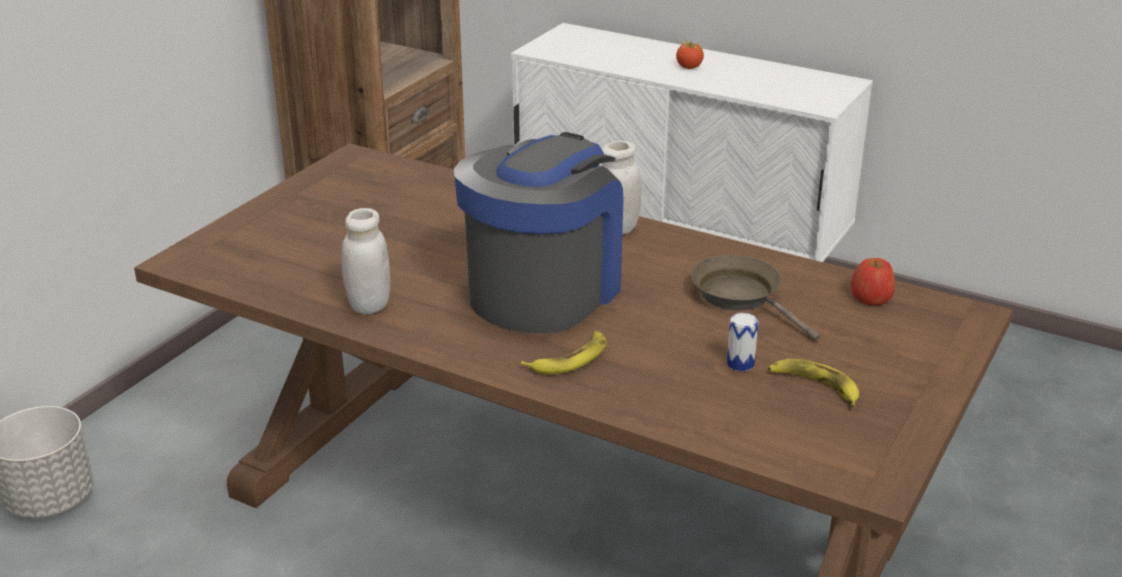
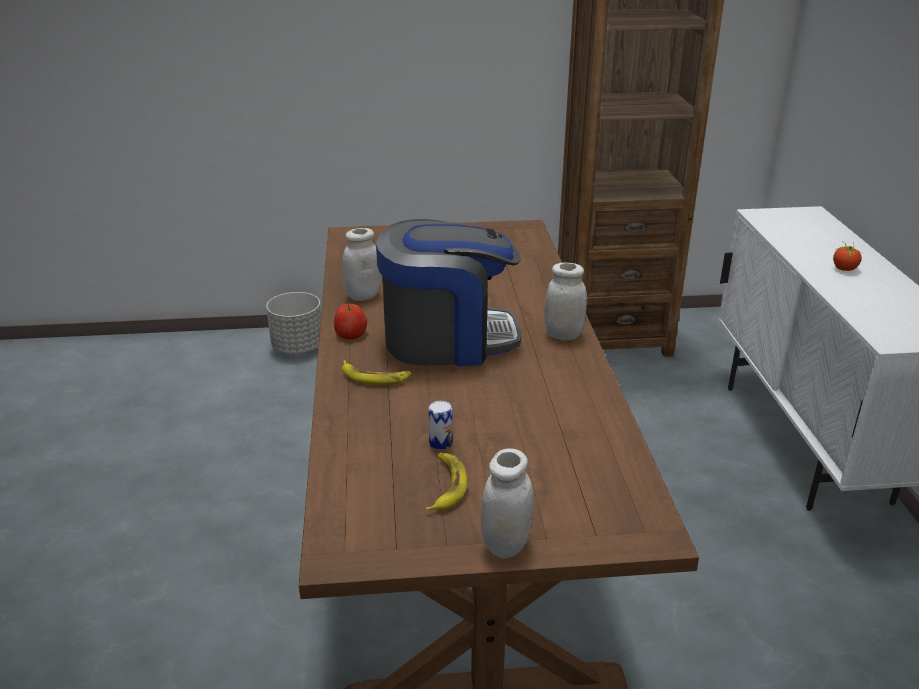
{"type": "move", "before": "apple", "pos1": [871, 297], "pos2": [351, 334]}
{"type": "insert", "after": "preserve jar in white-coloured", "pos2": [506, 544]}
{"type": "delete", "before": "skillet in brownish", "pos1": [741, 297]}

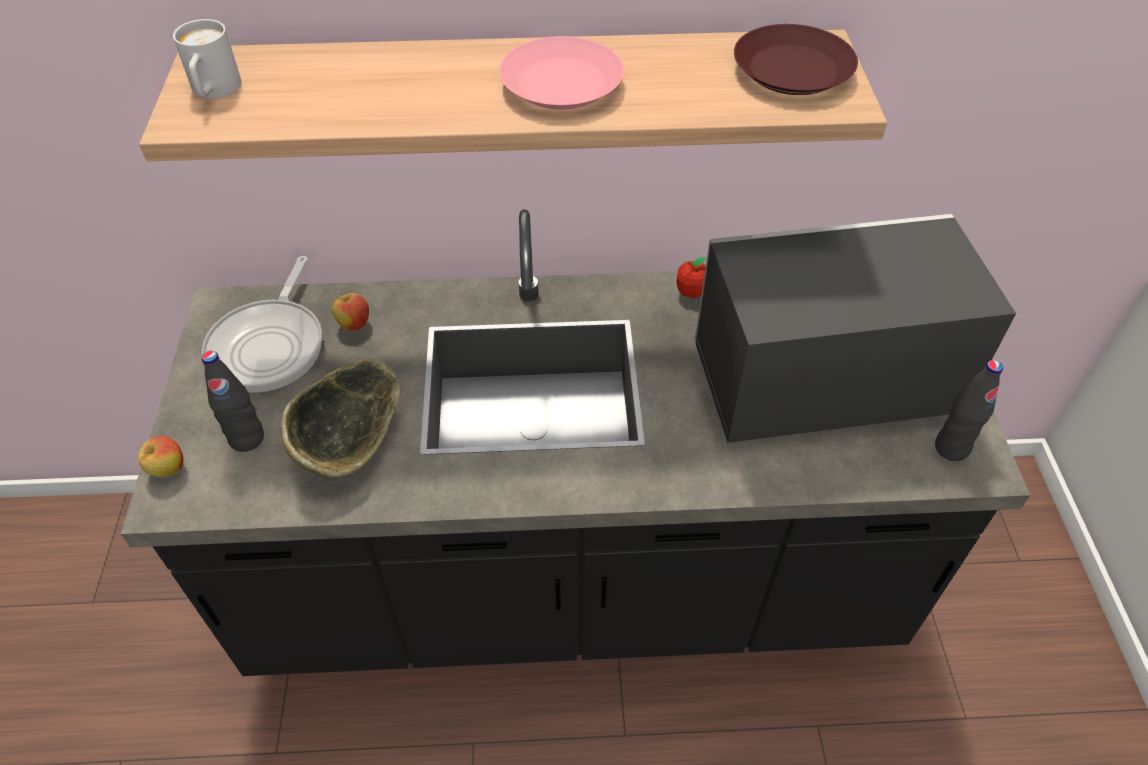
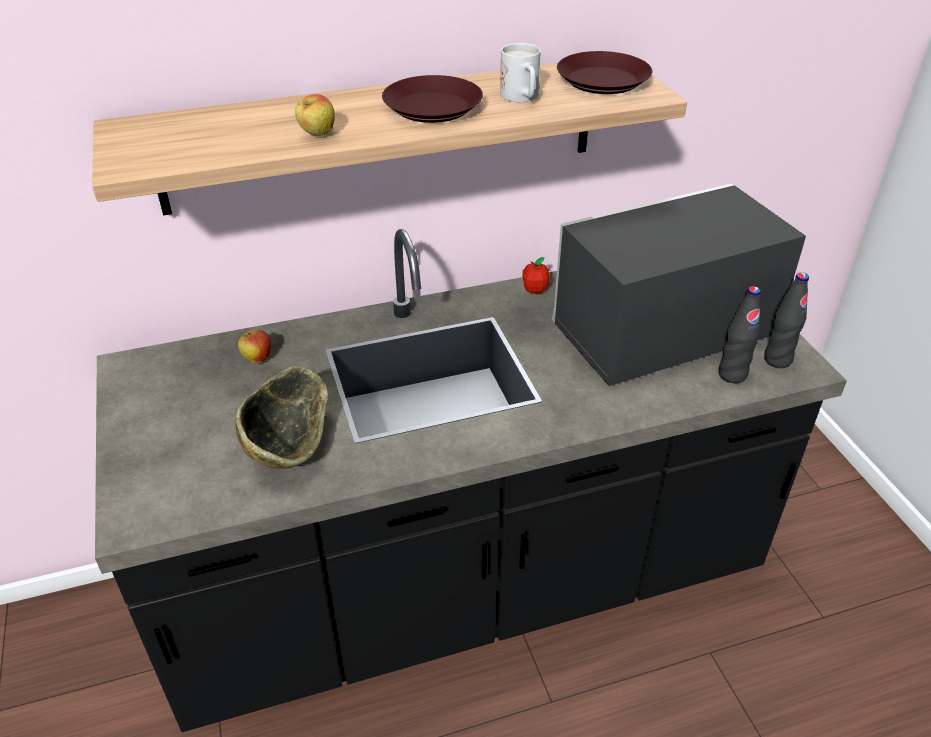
{"type": "move", "before": "apple", "pos1": [168, 470], "pos2": [317, 135]}
{"type": "recolor", "before": "plate in pink", "after": "plate in brownish", "pos1": [560, 85], "pos2": [432, 108]}
{"type": "move", "before": "coffee mug in white-coloured", "pos1": [214, 91], "pos2": [522, 98]}
{"type": "move", "before": "bottle in black", "pos1": [247, 438], "pos2": [732, 374]}
{"type": "delete", "before": "skillet", "pos1": [270, 345]}

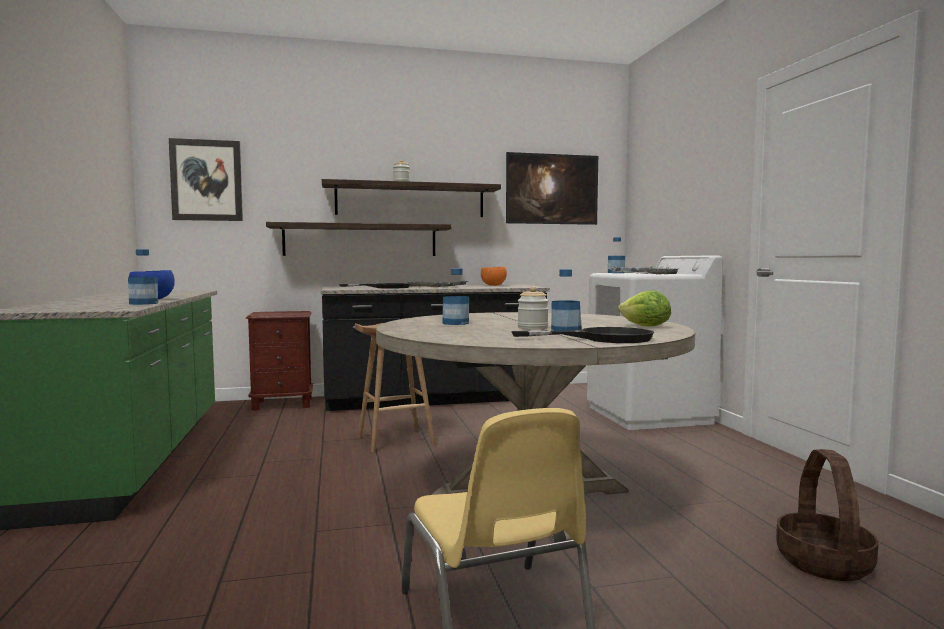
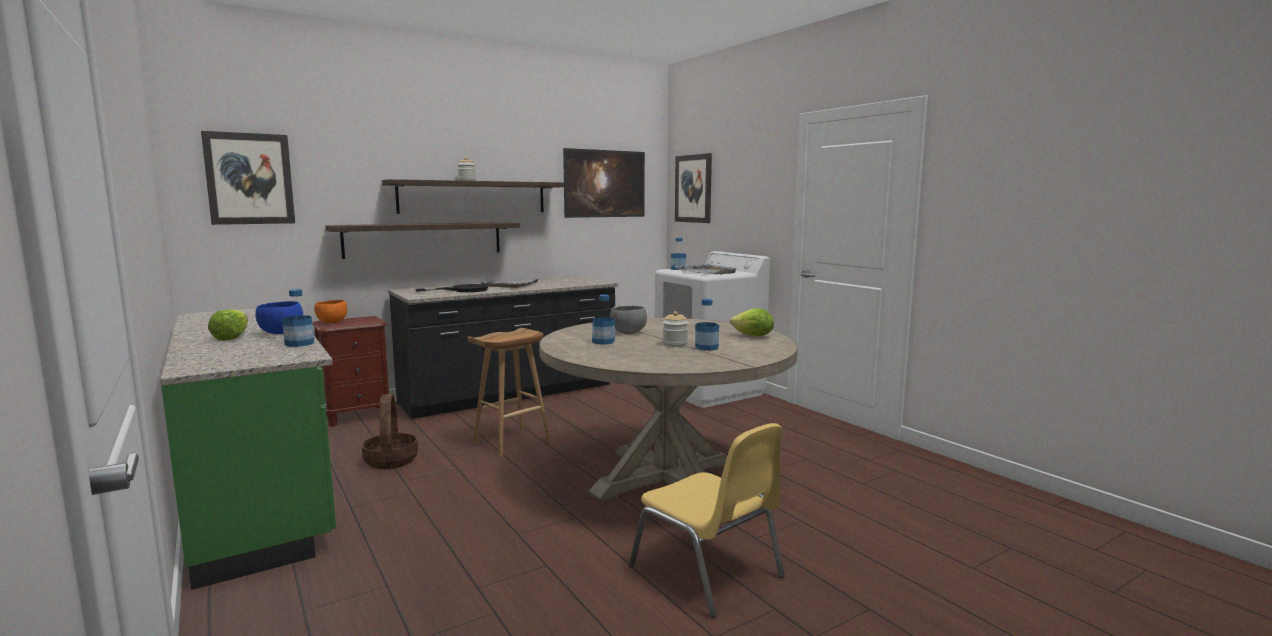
{"type": "insert", "after": "lettuce", "pos2": [231, 337]}
{"type": "move", "before": "serving bowl in orange", "pos1": [493, 285], "pos2": [332, 322]}
{"type": "move", "before": "storage basket", "pos1": [823, 562], "pos2": [390, 460]}
{"type": "insert", "after": "serving bowl in grey", "pos2": [628, 333]}
{"type": "insert", "after": "wall art", "pos2": [693, 188]}
{"type": "delete", "before": "skillet in black", "pos1": [602, 338]}

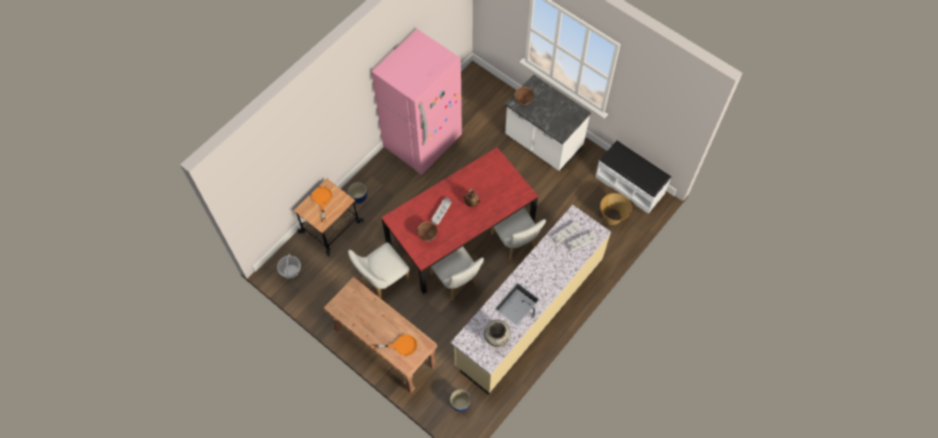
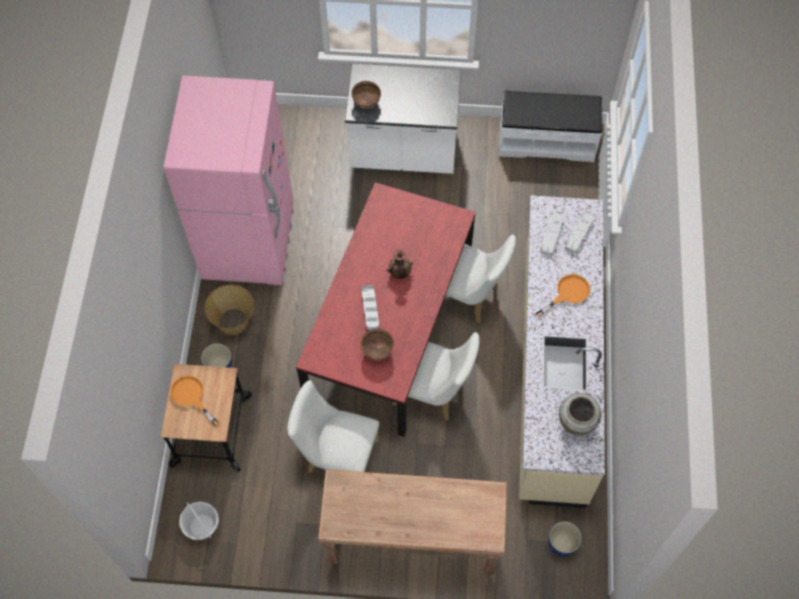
{"type": "move", "before": "storage basket", "pos1": [612, 216], "pos2": [234, 321]}
{"type": "rotate", "before": "plain chair in white-coloured", "pos1": [382, 281], "pos2": [337, 455], "turn": 90}
{"type": "move", "before": "skillet in orange", "pos1": [401, 346], "pos2": [568, 293]}

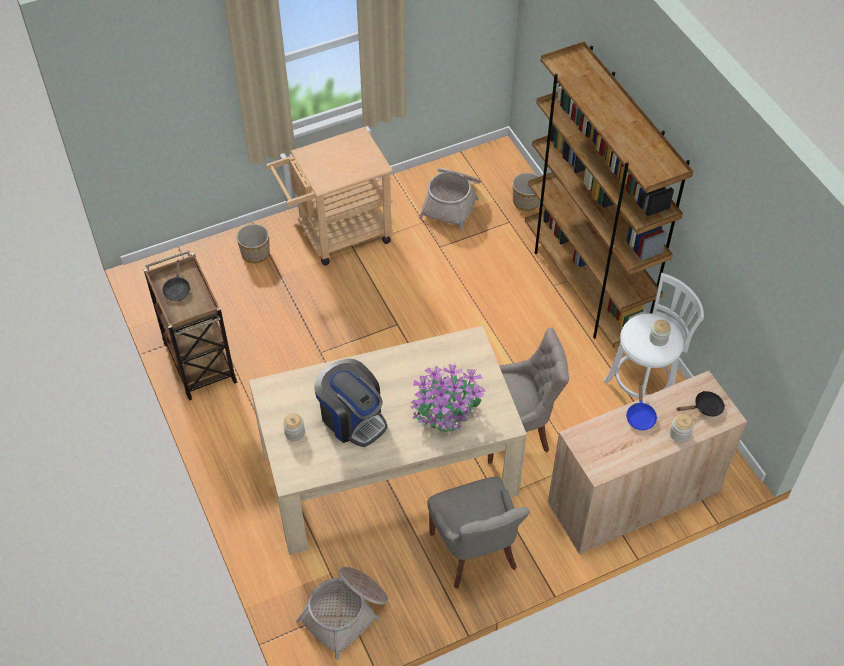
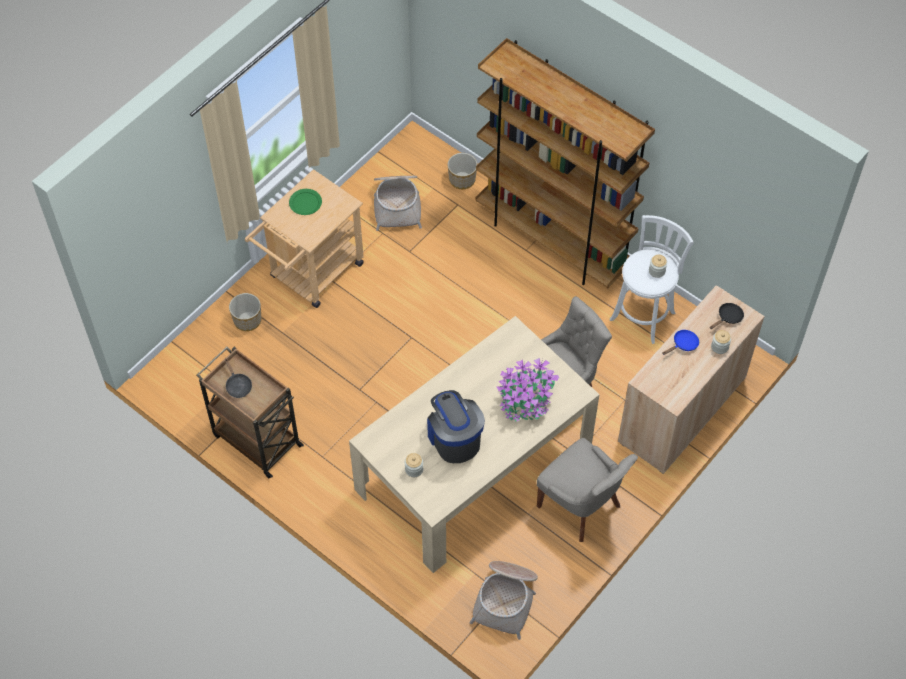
{"type": "insert", "after": "plate in greenish", "pos2": [305, 203]}
{"type": "rotate", "before": "coffee machine", "pos1": [352, 418], "pos2": [454, 438], "turn": -135}
{"type": "rotate", "before": "skillet in bluish", "pos1": [640, 416], "pos2": [683, 344], "turn": -105}

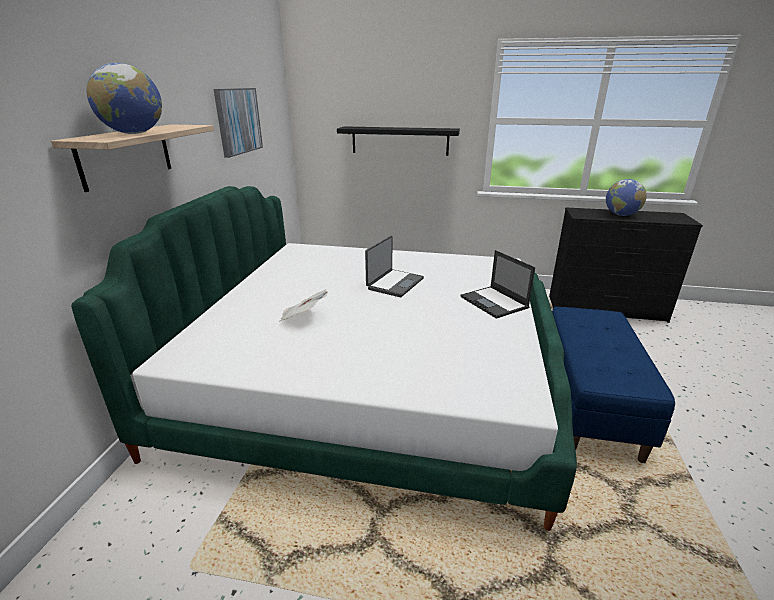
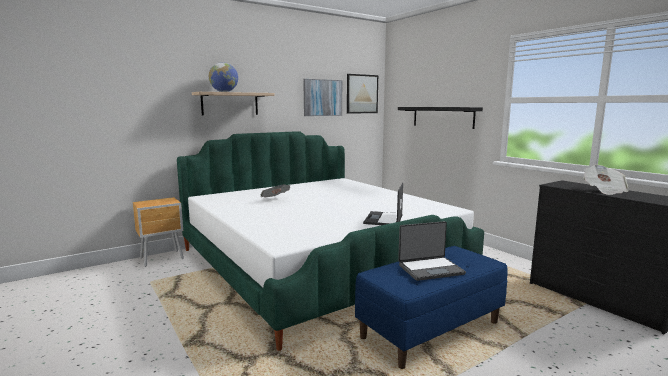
{"type": "insert", "after": "nightstand in brownish", "pos2": [163, 258]}
{"type": "insert", "after": "wall art", "pos2": [362, 94]}
{"type": "move", "before": "notebook computer", "pos1": [394, 283], "pos2": [430, 269]}
{"type": "replace", "before": "globe", "after": "newspaper", "pos1": [621, 215], "pos2": [604, 190]}

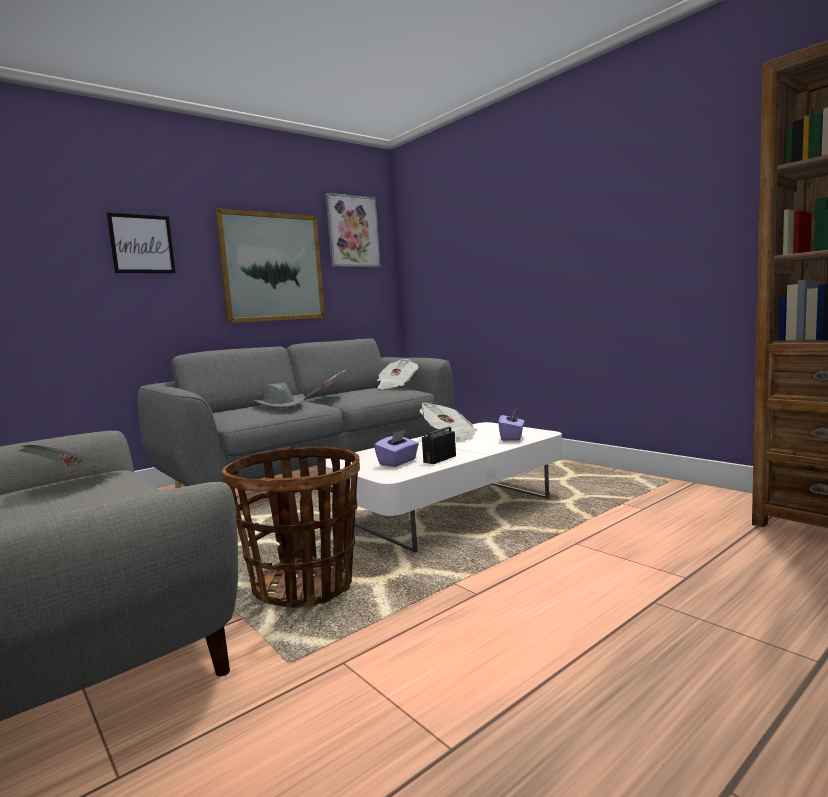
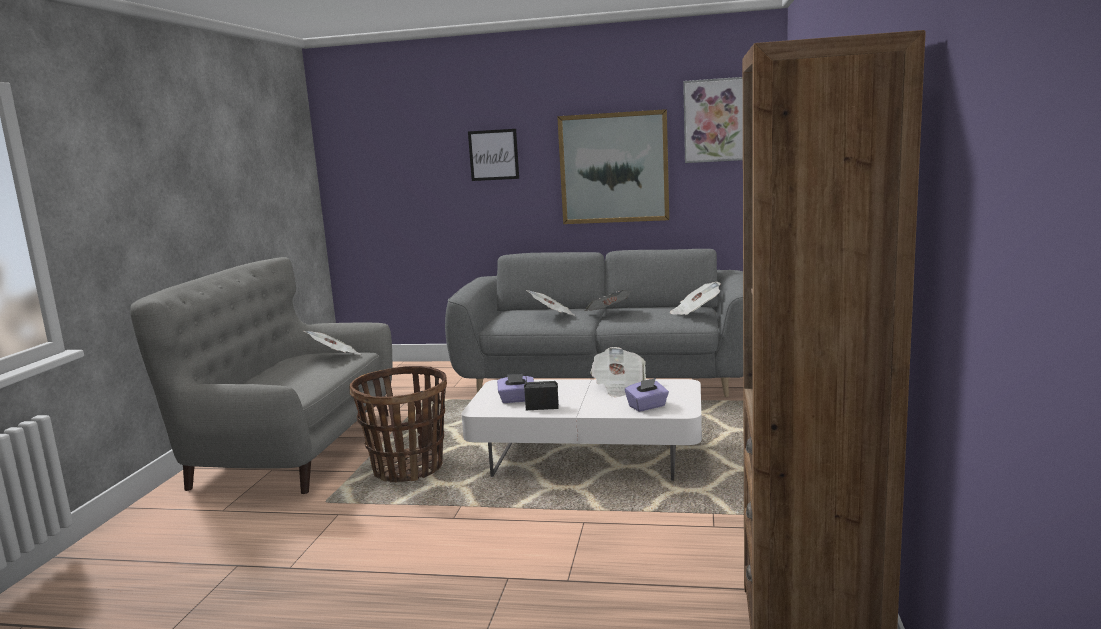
{"type": "replace", "before": "hat in grey", "after": "newspaper", "pos1": [280, 405], "pos2": [552, 315]}

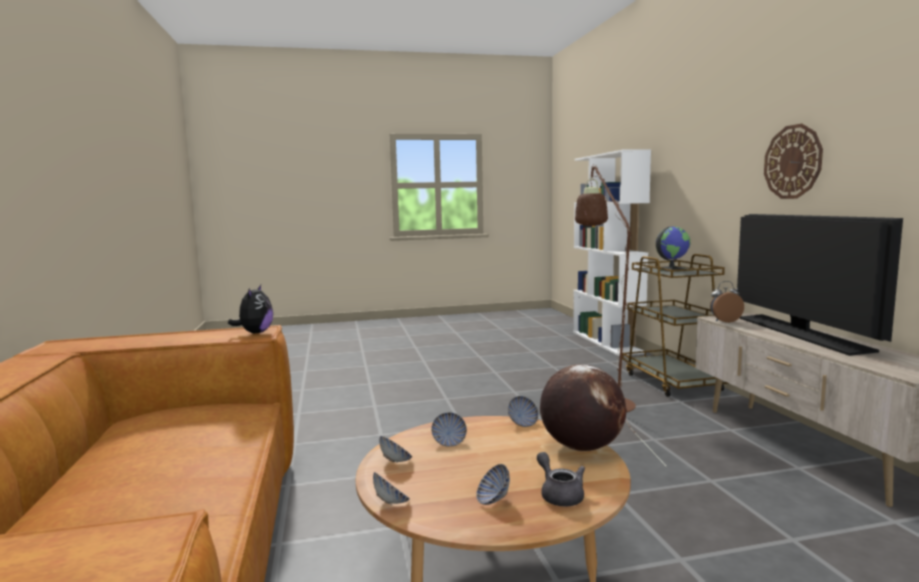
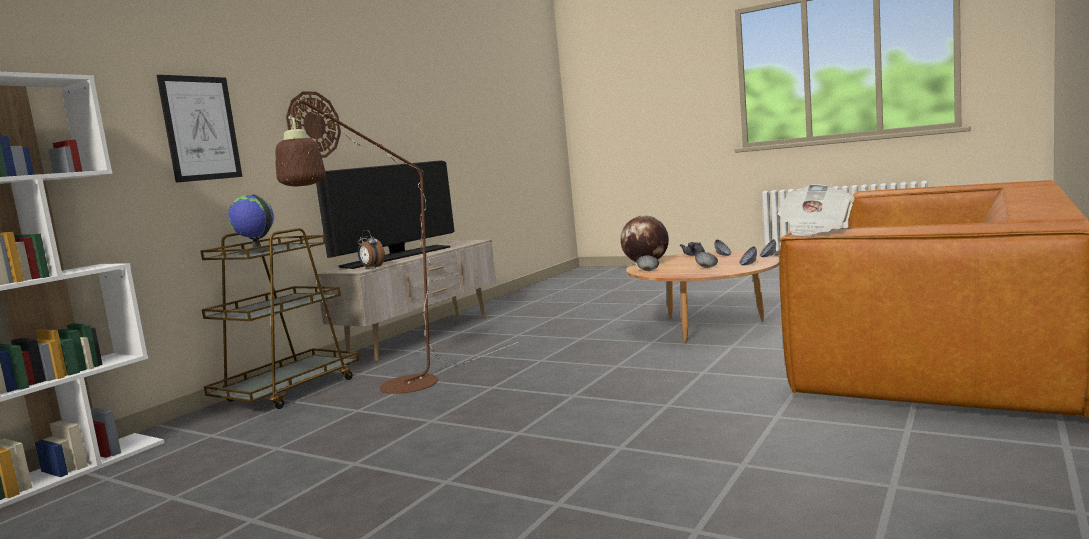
{"type": "insert", "after": "wall art", "pos2": [200, 128]}
{"type": "replace", "before": "soft toy", "after": "newspaper", "pos1": [255, 333], "pos2": [814, 230]}

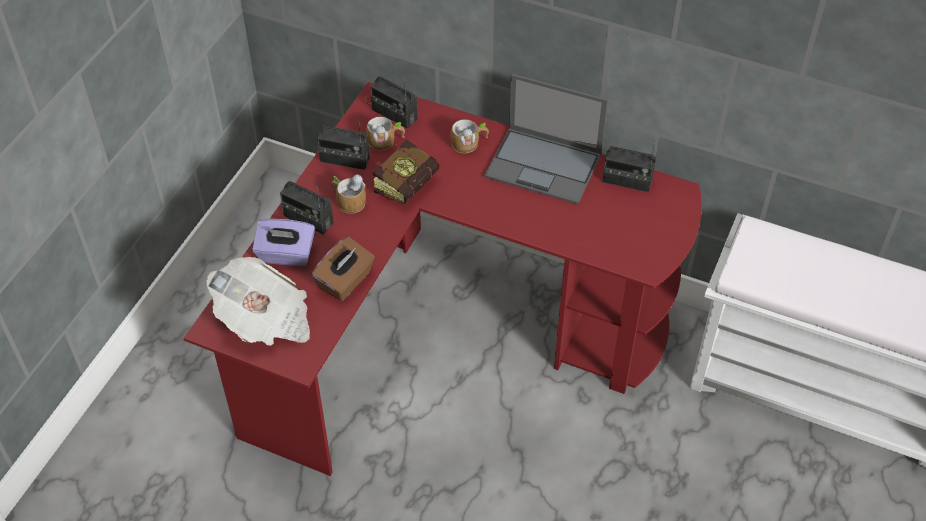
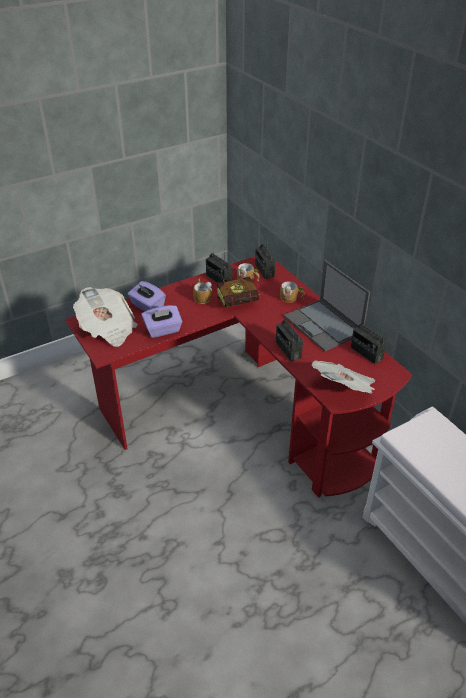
{"type": "recolor", "before": "tissue holder in brownish", "after": "tissue holder in purple", "pos1": [345, 281], "pos2": [163, 330]}
{"type": "move", "before": "radio set", "pos1": [308, 219], "pos2": [288, 350]}
{"type": "insert", "after": "newspaper", "pos2": [344, 389]}

